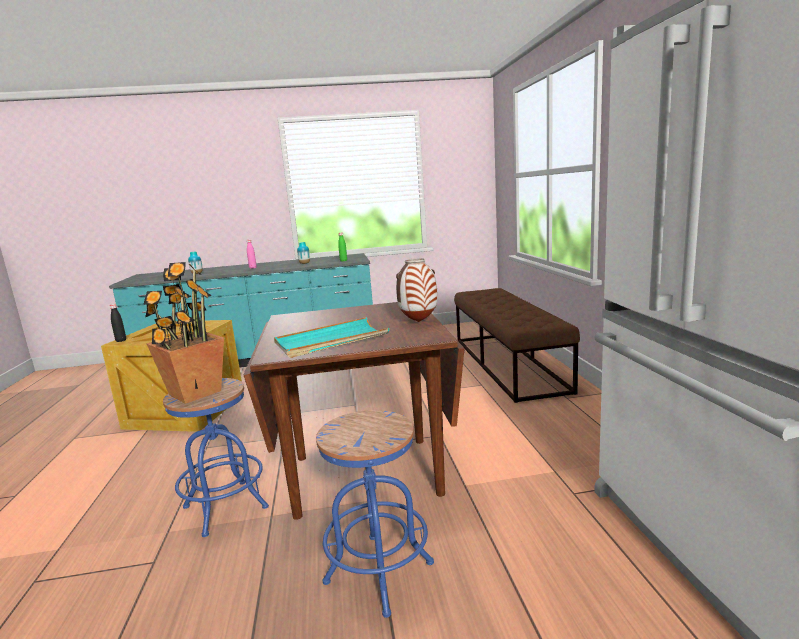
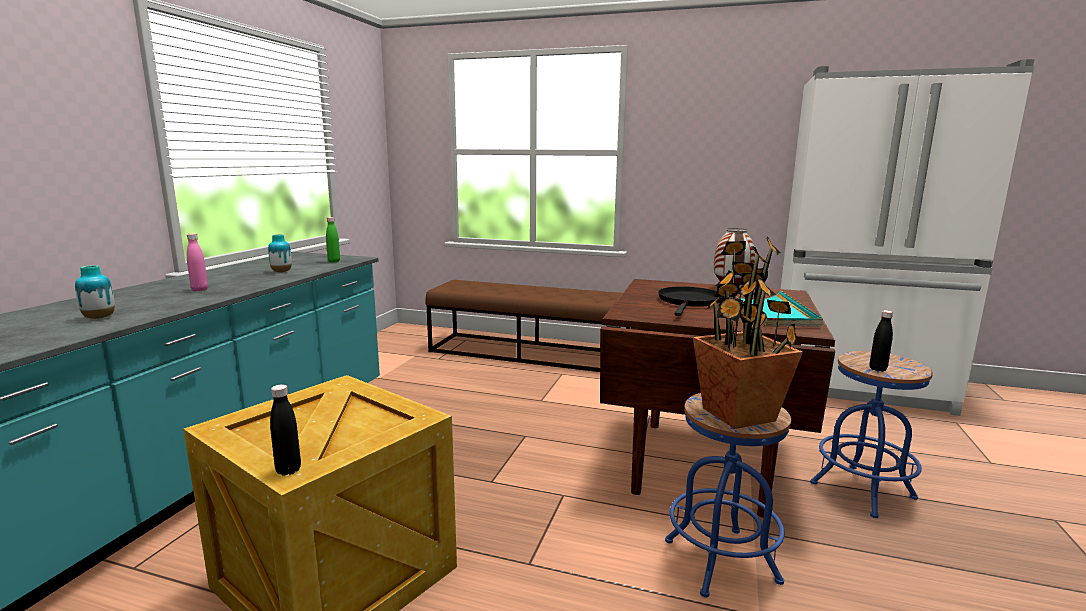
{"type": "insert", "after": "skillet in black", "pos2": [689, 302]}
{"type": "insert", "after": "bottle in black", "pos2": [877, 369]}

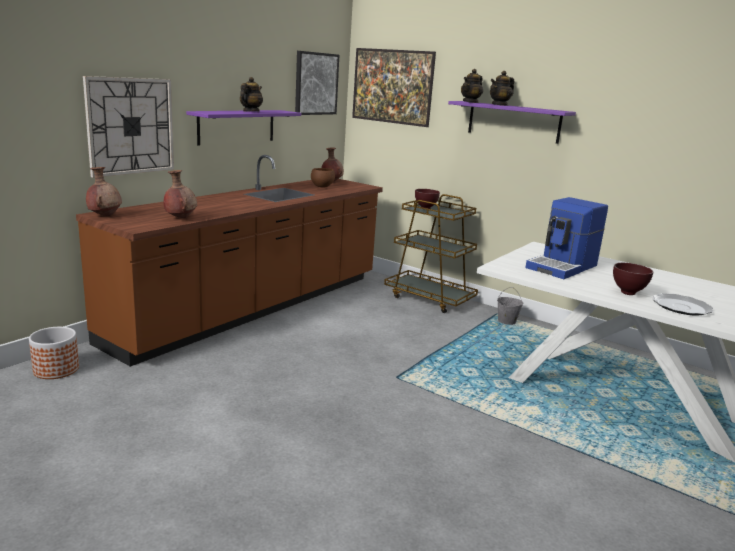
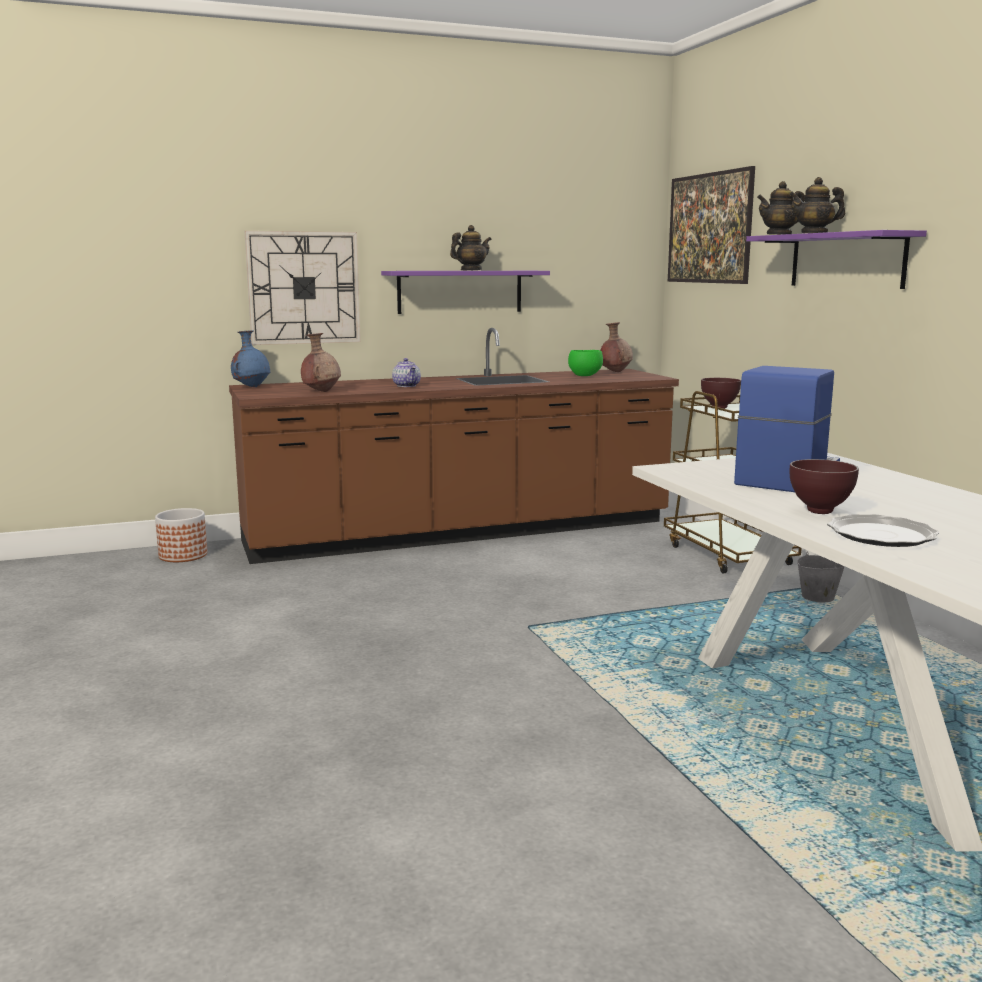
{"type": "recolor", "before": "decorative vase in brownish", "after": "decorative vase in bluish", "pos1": [105, 215], "pos2": [252, 387]}
{"type": "insert", "after": "teapot", "pos2": [407, 386]}
{"type": "recolor", "before": "serving bowl in brownish", "after": "serving bowl in greenish", "pos1": [321, 186], "pos2": [584, 375]}
{"type": "rotate", "before": "coffee machine", "pos1": [563, 267], "pos2": [785, 477], "turn": 135}
{"type": "delete", "before": "wall art", "pos1": [316, 83]}

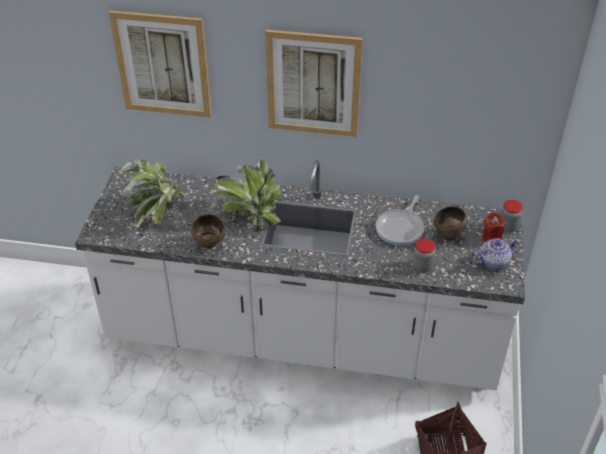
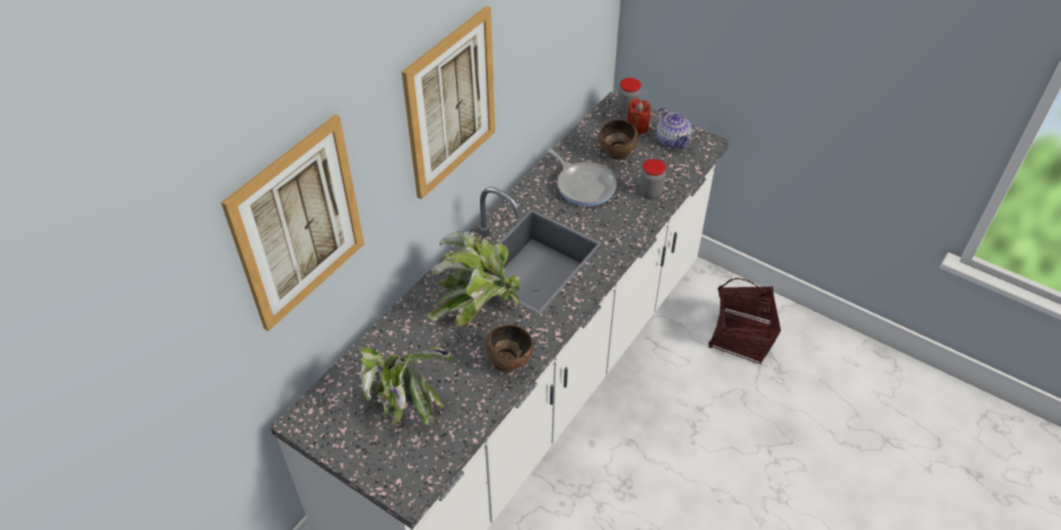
{"type": "rotate", "before": "teapot", "pos1": [493, 262], "pos2": [672, 140], "turn": 150}

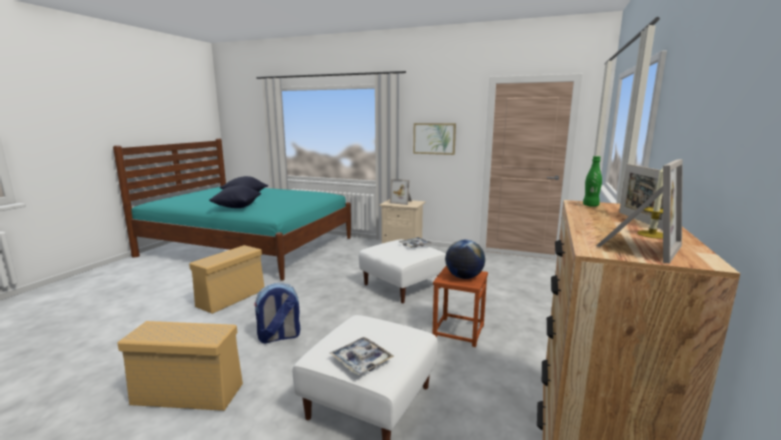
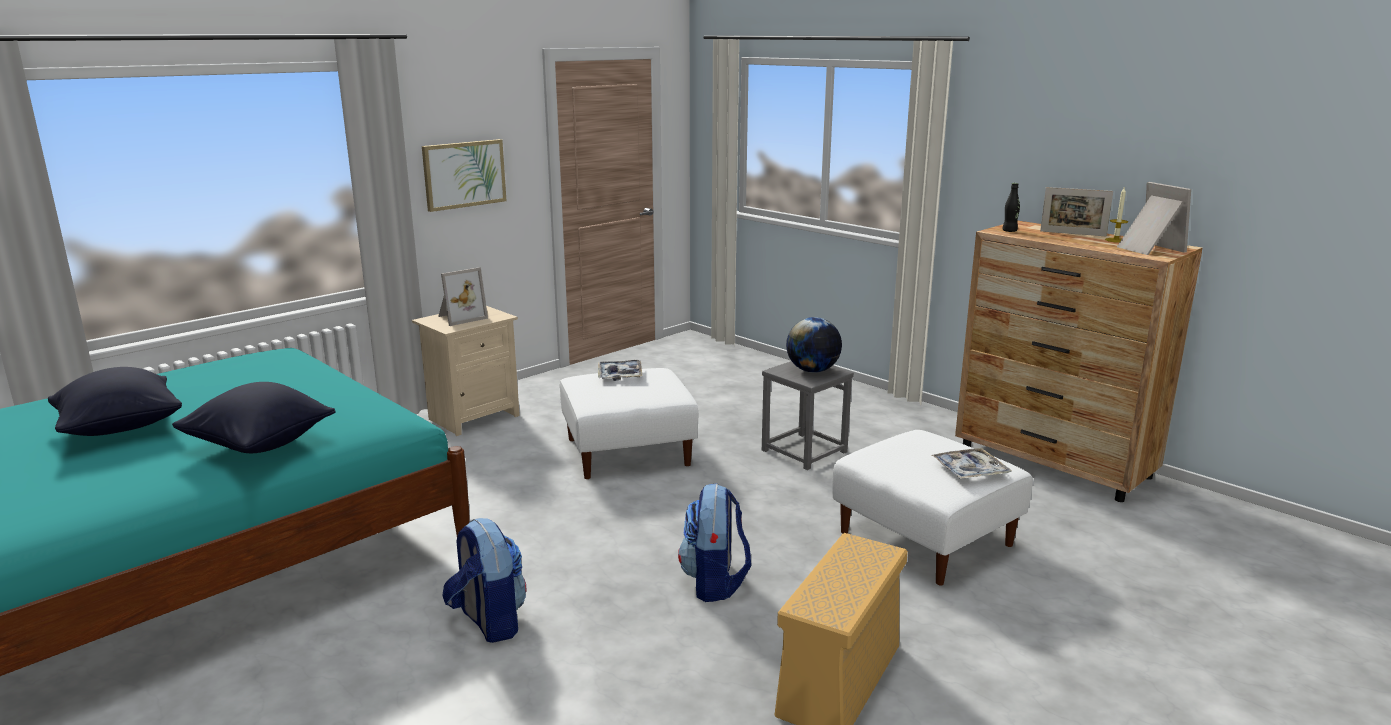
{"type": "replace", "before": "storage box in beige", "after": "rucksack", "pos1": [232, 297], "pos2": [488, 622]}
{"type": "recolor", "before": "sitting stool in brownish", "after": "sitting stool in grey", "pos1": [458, 331], "pos2": [803, 451]}
{"type": "recolor", "before": "bottle in greenish", "after": "bottle in black", "pos1": [590, 205], "pos2": [1009, 231]}

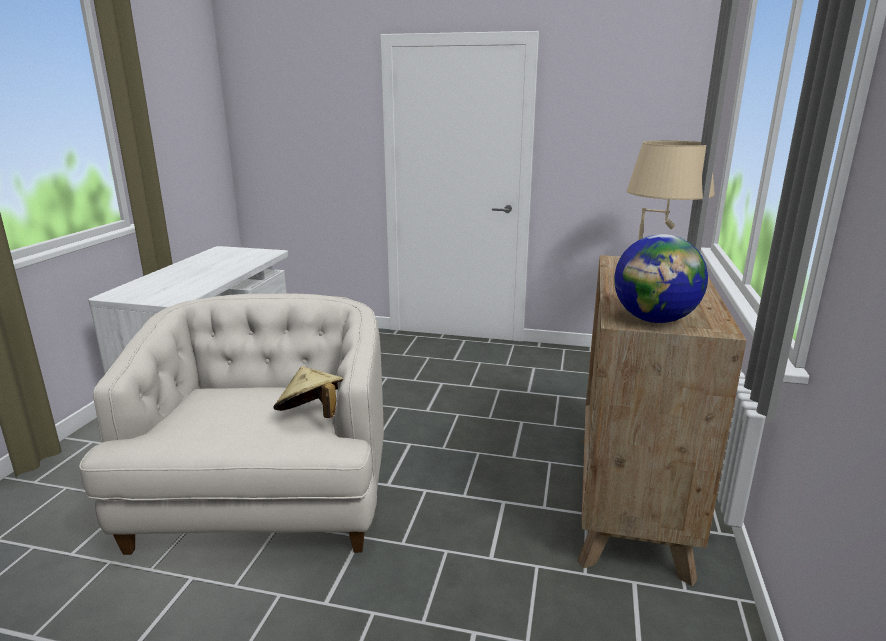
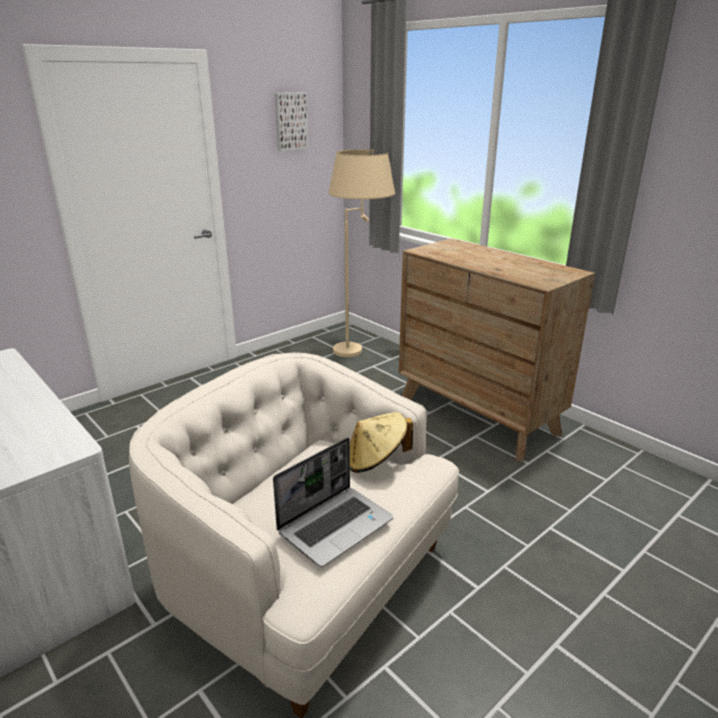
{"type": "insert", "after": "notebook computer", "pos2": [336, 525]}
{"type": "insert", "after": "wall art", "pos2": [290, 121]}
{"type": "delete", "before": "globe", "pos1": [655, 320]}

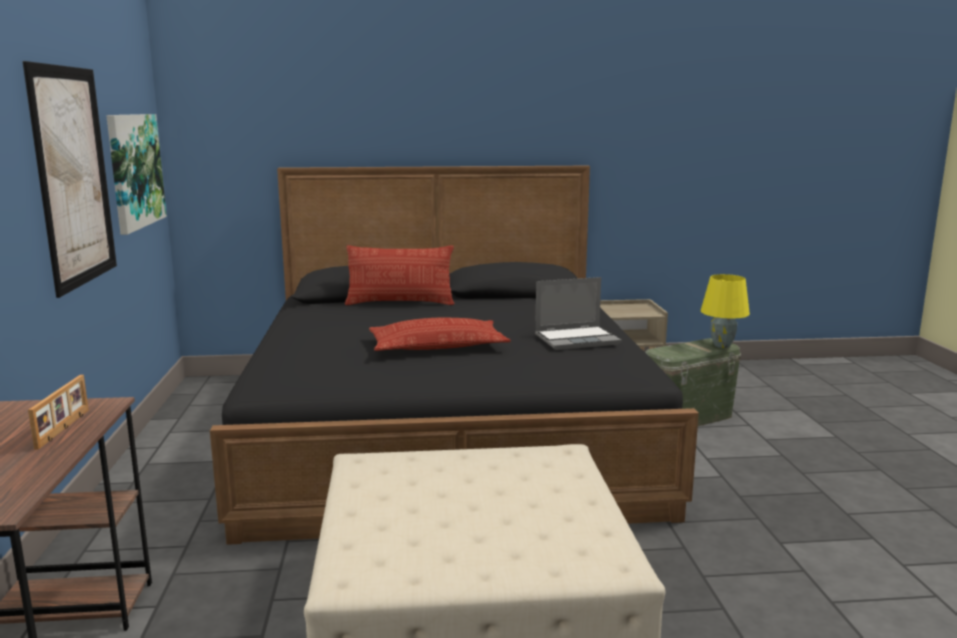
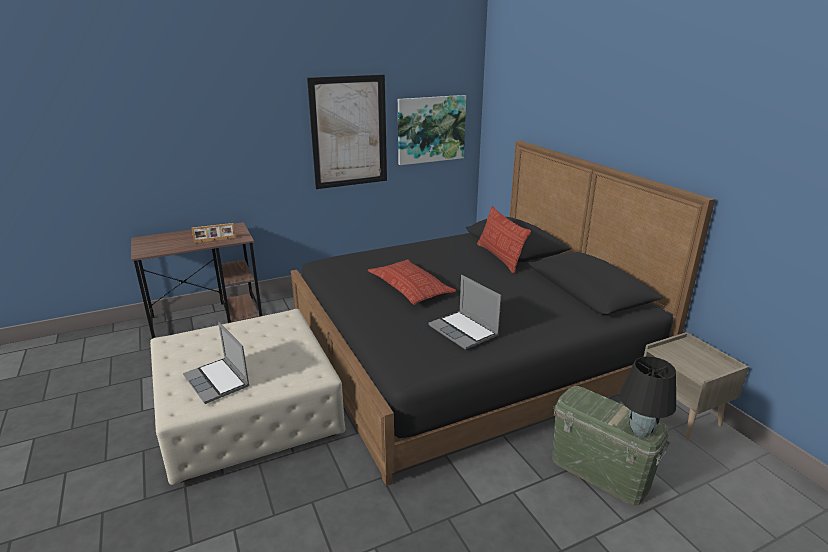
{"type": "insert", "after": "notebook computer", "pos2": [218, 381]}
{"type": "recolor", "before": "lamp for a table in yellow", "after": "lamp for a table in black", "pos1": [721, 345], "pos2": [640, 431]}

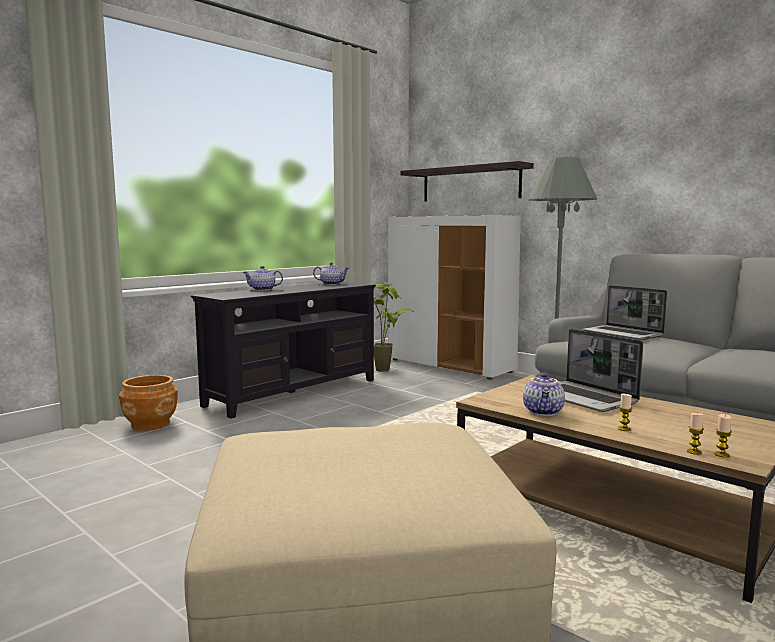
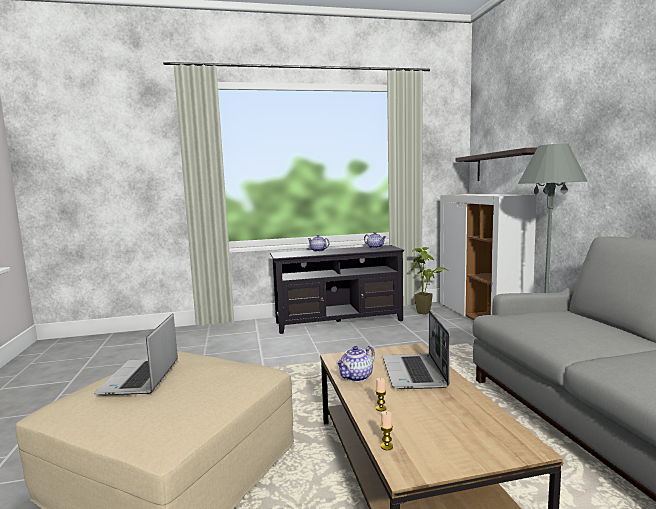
{"type": "move", "before": "notebook computer", "pos1": [623, 334], "pos2": [141, 378]}
{"type": "delete", "before": "plant pot in brownish", "pos1": [151, 424]}
{"type": "delete", "before": "wax candle", "pos1": [721, 455]}

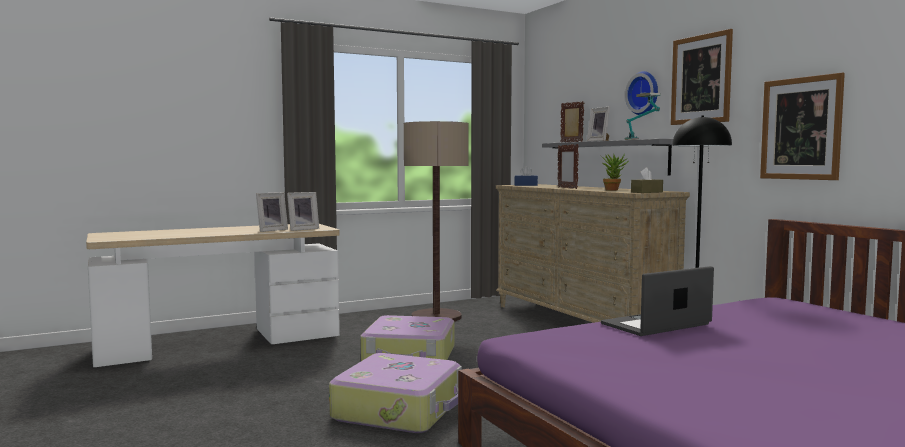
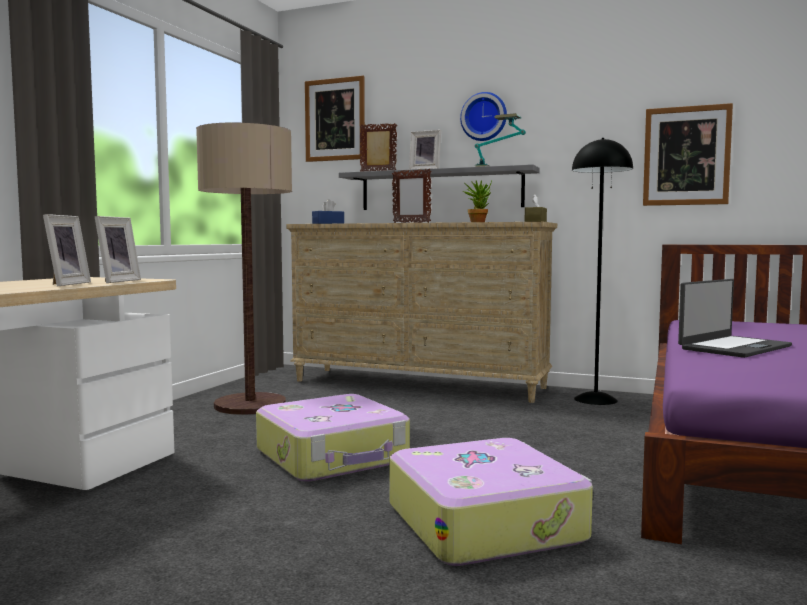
{"type": "move", "before": "wall art", "pos1": [701, 79], "pos2": [335, 120]}
{"type": "rotate", "before": "notebook computer", "pos1": [657, 325], "pos2": [733, 347], "turn": -150}

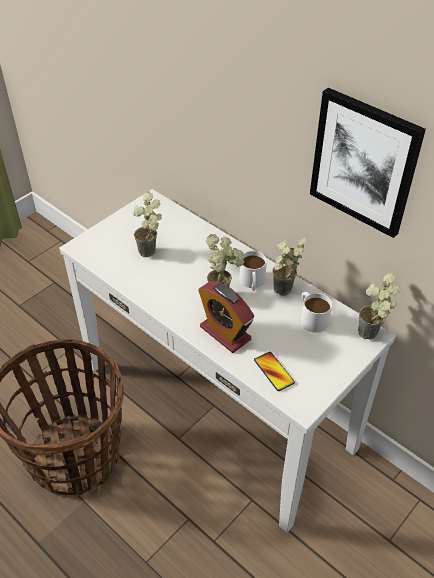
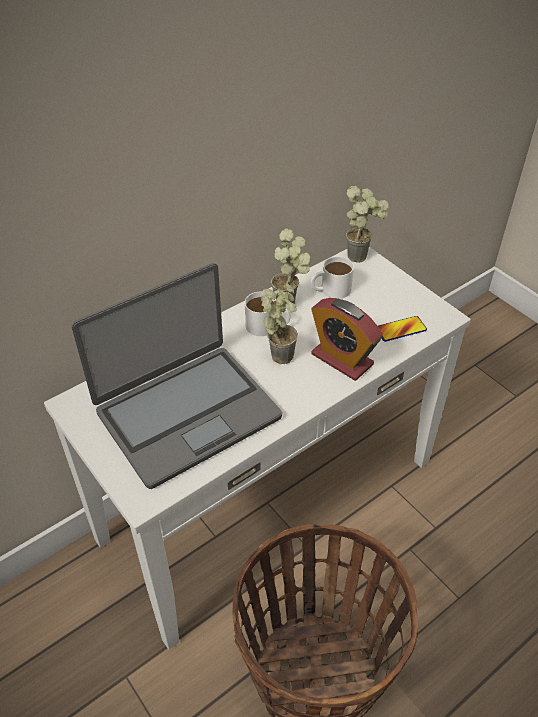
{"type": "replace", "before": "potted plant", "after": "notebook computer", "pos1": [152, 253], "pos2": [187, 413]}
{"type": "rotate", "before": "alarm clock", "pos1": [225, 333], "pos2": [342, 359], "turn": 75}
{"type": "delete", "before": "wall art", "pos1": [364, 162]}

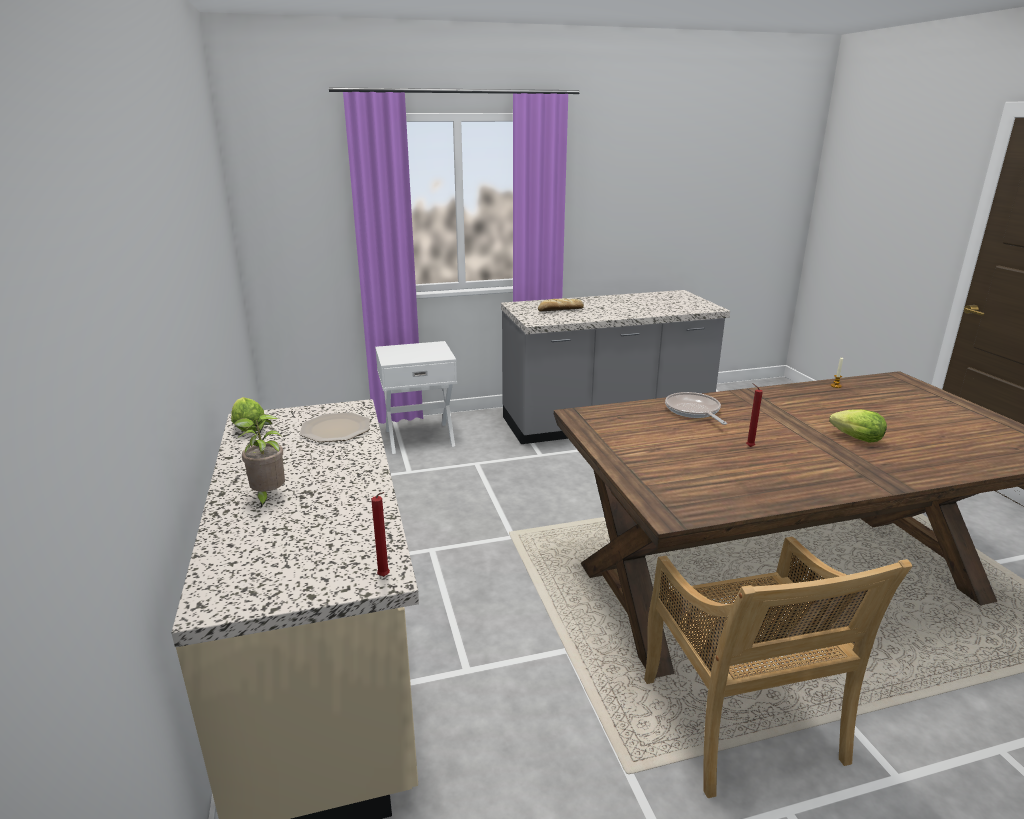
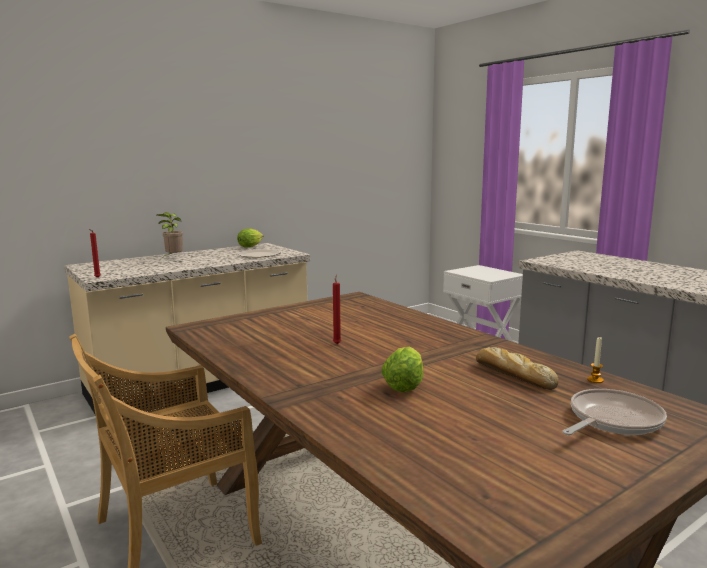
{"type": "move", "before": "bakery bread", "pos1": [559, 310], "pos2": [512, 375]}
{"type": "move", "before": "skillet", "pos1": [693, 411], "pos2": [611, 420]}

